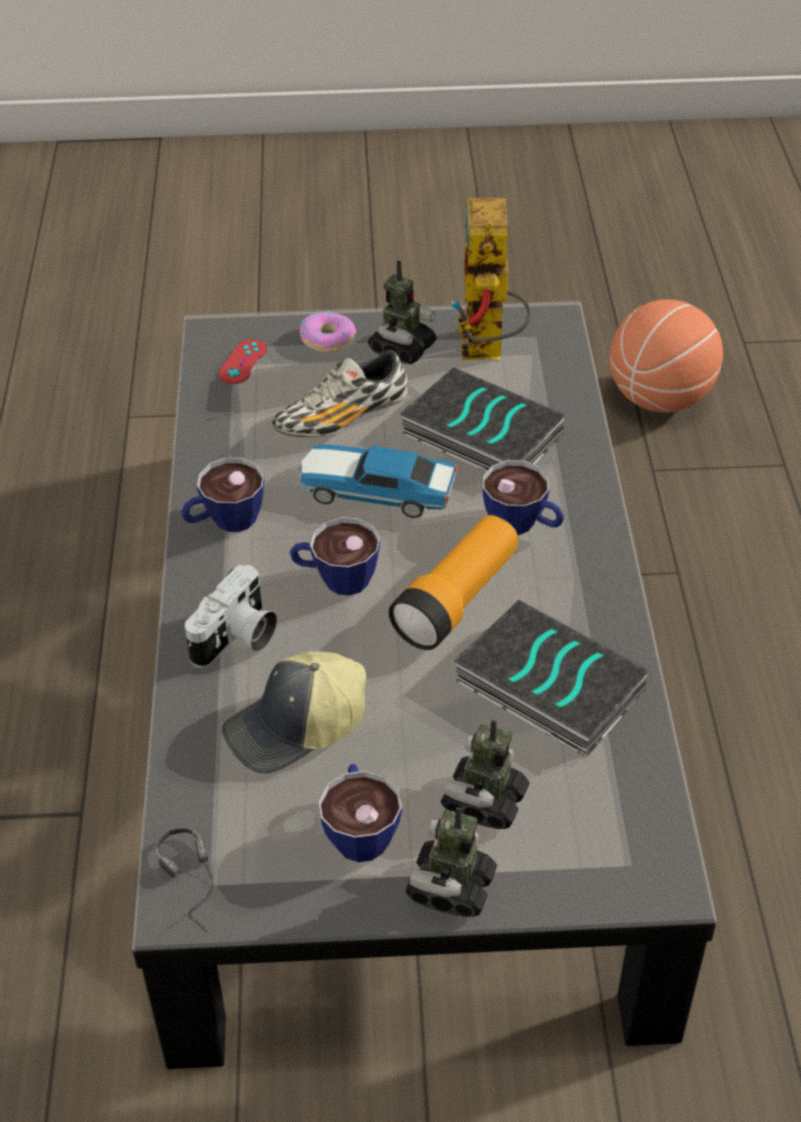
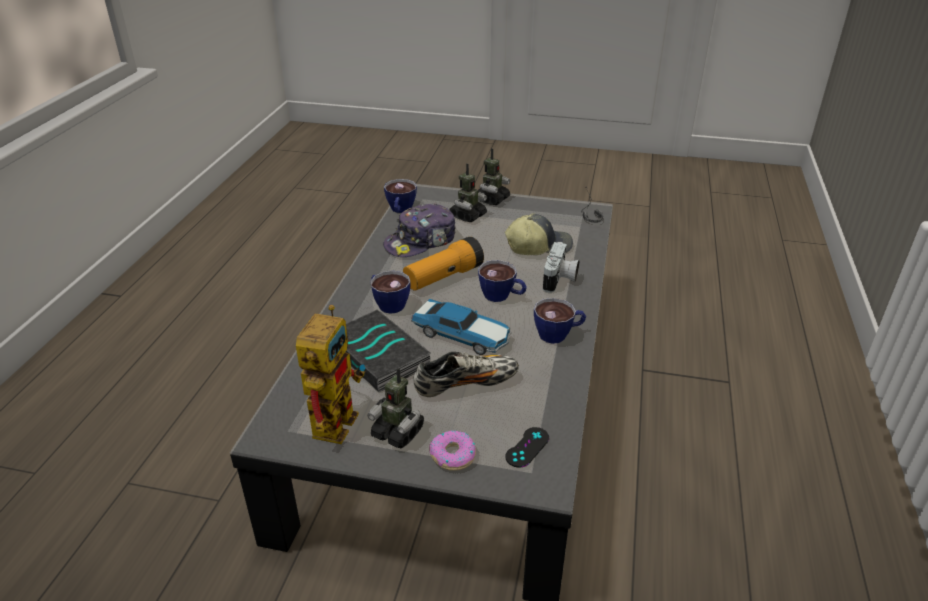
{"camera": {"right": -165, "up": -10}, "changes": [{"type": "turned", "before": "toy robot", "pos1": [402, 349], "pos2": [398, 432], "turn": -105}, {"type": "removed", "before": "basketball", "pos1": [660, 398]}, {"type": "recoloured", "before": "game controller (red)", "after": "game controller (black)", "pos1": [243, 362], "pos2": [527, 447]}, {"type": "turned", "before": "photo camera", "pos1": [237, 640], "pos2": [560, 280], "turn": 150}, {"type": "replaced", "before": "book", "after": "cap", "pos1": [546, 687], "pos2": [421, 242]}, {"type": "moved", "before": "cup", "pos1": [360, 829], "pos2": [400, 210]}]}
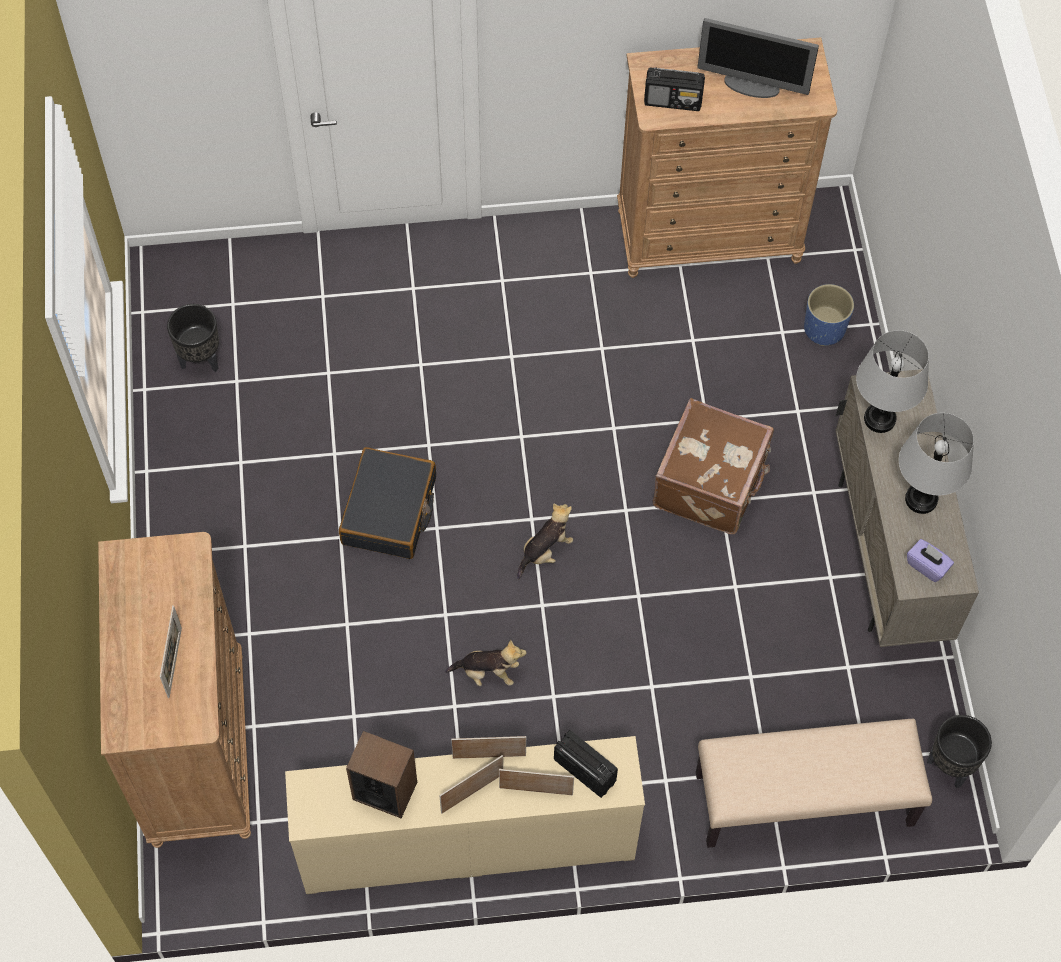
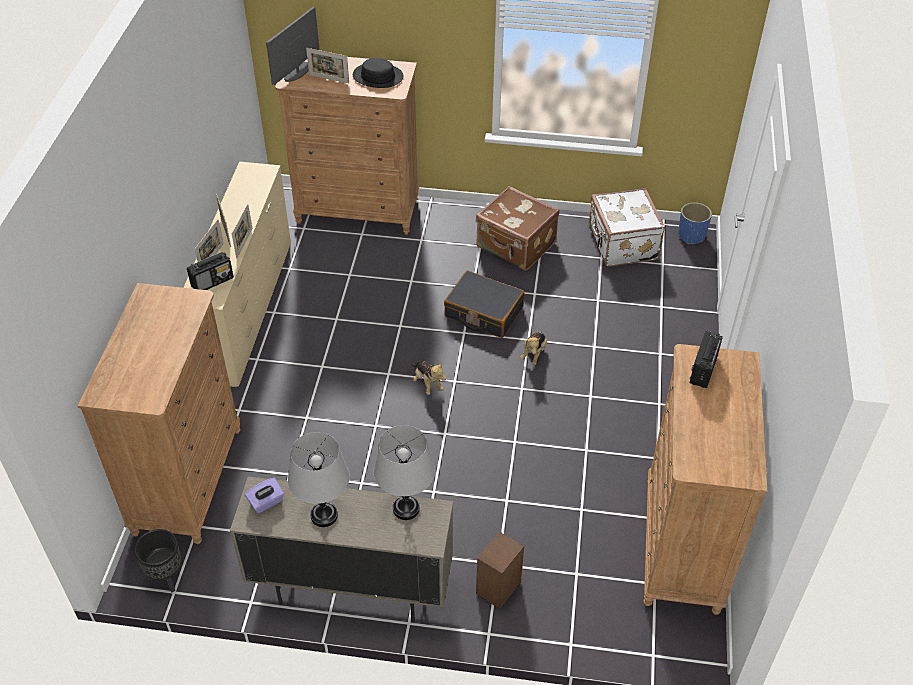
{"camera": {"right": 105, "up": -15}, "changes": [{"type": "moved", "before": "monitor", "pos1": [752, 86], "pos2": [297, 72]}, {"type": "moved", "before": "planter (blue)", "pos1": [824, 328], "pos2": [691, 236]}, {"type": "replaced", "before": "planter (black)", "after": "suitcase (white)", "pos1": [201, 359], "pos2": [621, 244]}, {"type": "moved", "before": "suitcase (brown)", "pos1": [711, 484], "pos2": [515, 246]}, {"type": "moved", "before": "plush toy", "pos1": [488, 673], "pos2": [534, 353]}, {"type": "replaced", "before": "bench (beige)", "after": "dresser (brown)", "pos1": [803, 800], "pos2": [187, 480]}, {"type": "moved", "before": "speaker", "pos1": [385, 790], "pos2": [499, 587]}, {"type": "added", "after": "hat (black)", "pos2": [378, 76]}]}
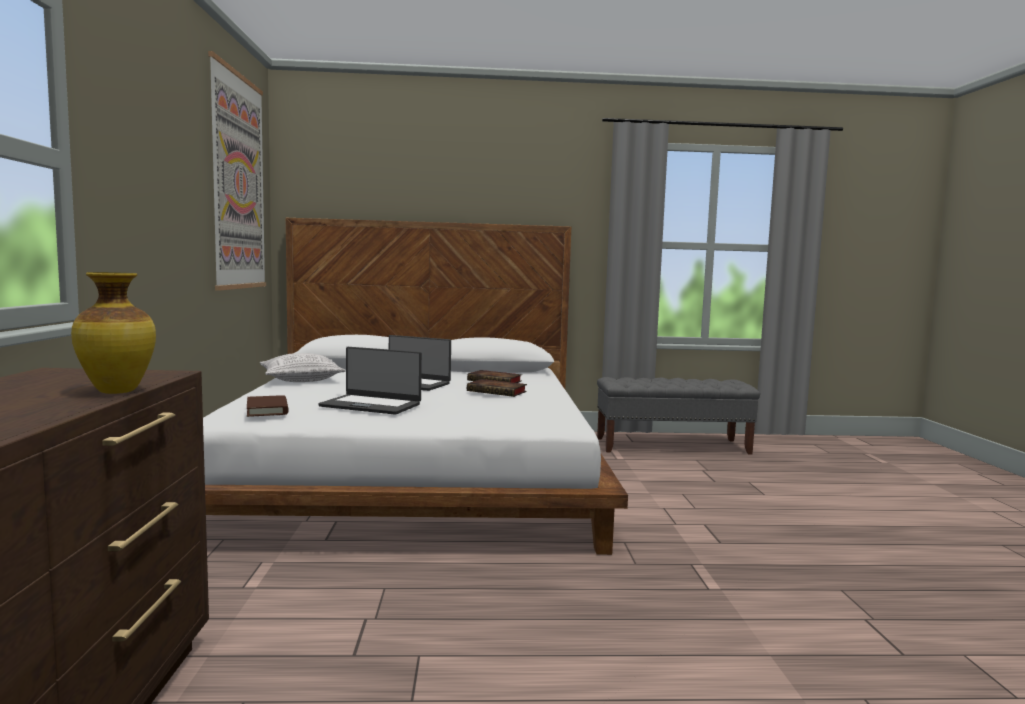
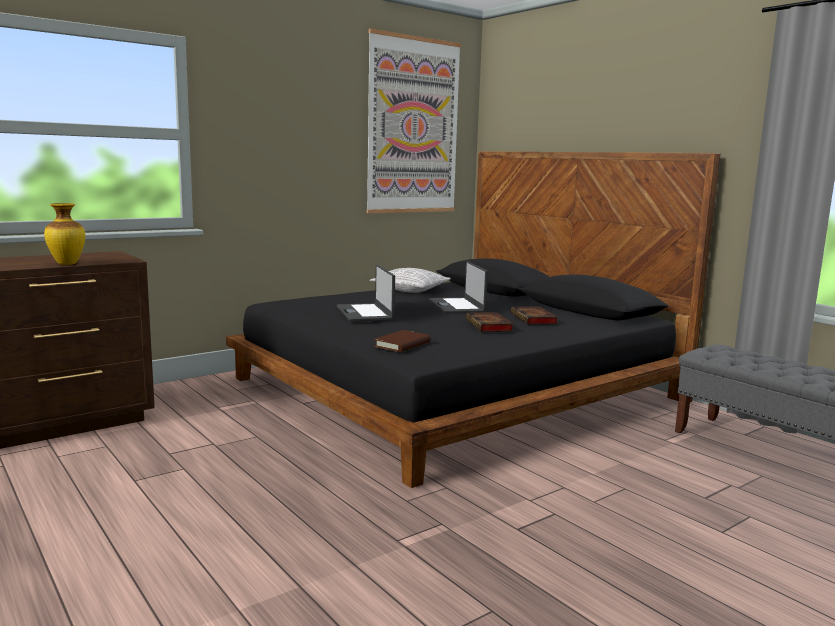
{"camera": {"right": 55, "up": 5}, "changes": [{"type": "recoloured", "before": "bed (white)", "after": "bed (black)", "pos1": [413, 475], "pos2": [454, 389]}, {"type": "moved", "before": "book (brown)", "pos1": [267, 409], "pos2": [402, 344]}]}
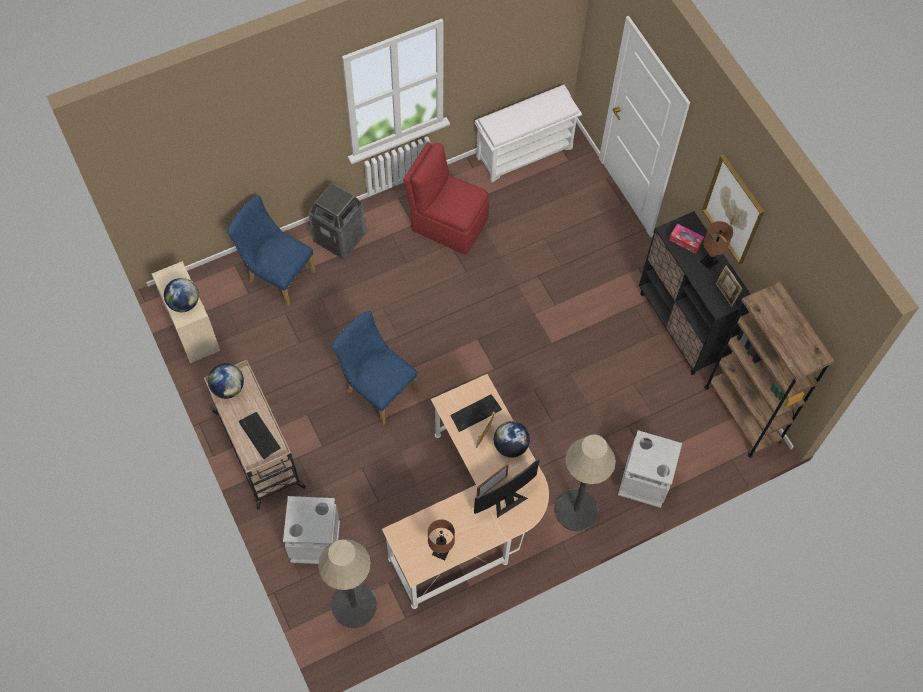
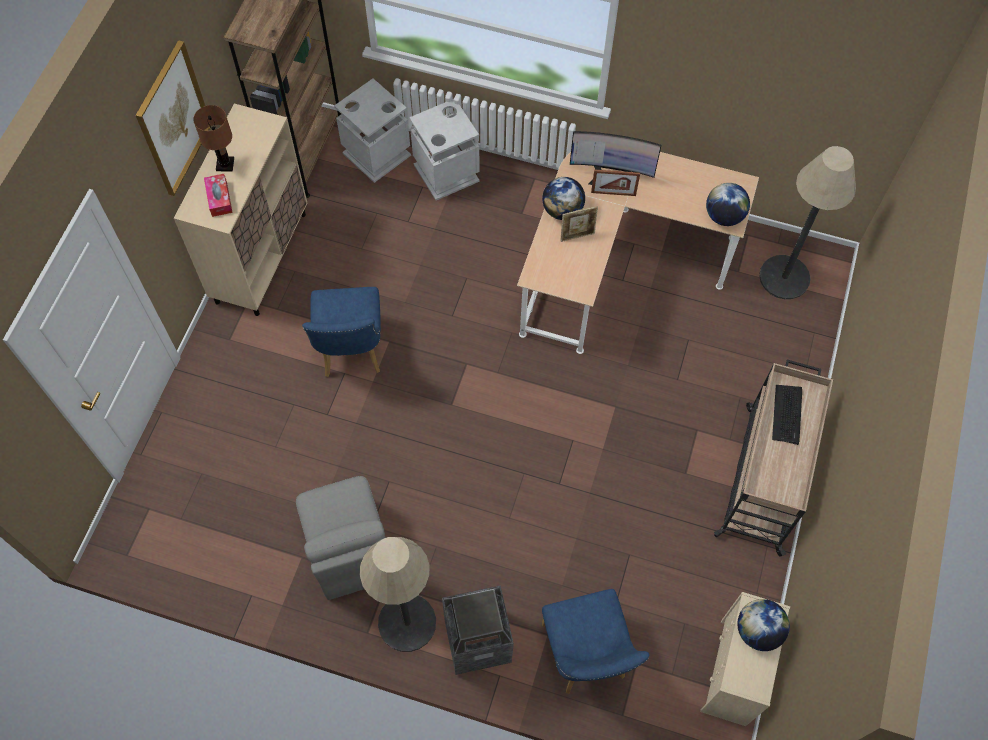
{"camera": {"right": -135, "up": 0}, "changes": [{"type": "removed", "before": "bench (white)", "pos1": [525, 152]}, {"type": "recoloured", "before": "chair (red)", "after": "chair (grey)", "pos1": [447, 223], "pos2": [349, 552]}, {"type": "recoloured", "before": "cabinet (black)", "after": "cabinet (beige)", "pos1": [682, 326], "pos2": [261, 257]}, {"type": "removed", "before": "picture frame", "pos1": [725, 294]}, {"type": "moved", "before": "chair (blue)", "pos1": [377, 388], "pos2": [351, 352]}, {"type": "moved", "before": "globe", "pos1": [228, 388], "pos2": [724, 216]}, {"type": "removed", "before": "keyboard", "pos1": [476, 413]}, {"type": "moved", "before": "floor lamp", "pos1": [576, 510], "pos2": [407, 622]}, {"type": "moved", "before": "trash can (grey)", "pos1": [316, 541], "pos2": [376, 154]}, {"type": "removed", "before": "table lamp (brown)", "pos1": [440, 551]}]}
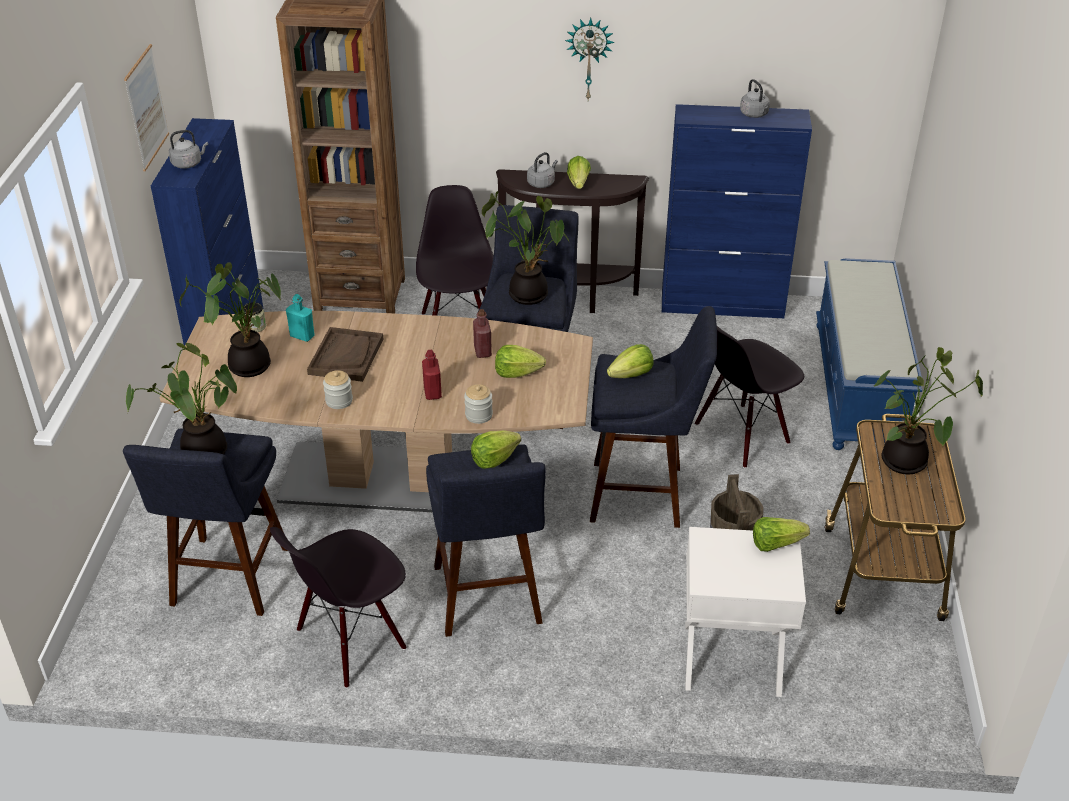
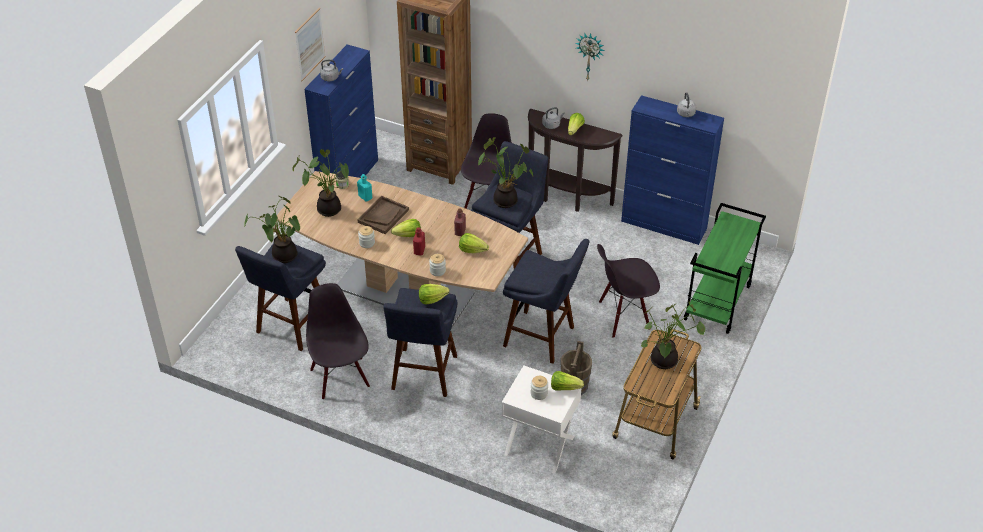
{"camera": {"right": 20, "up": 5}, "changes": [{"type": "replaced", "before": "bench (blue)", "after": "cart (green)", "pos1": [859, 386], "pos2": [718, 303]}, {"type": "moved", "before": "lettuce", "pos1": [631, 375], "pos2": [408, 235]}, {"type": "turned", "before": "chair (black)", "pos1": [351, 641], "pos2": [341, 378], "turn": 90}, {"type": "added", "after": "jar", "pos2": [539, 393]}]}
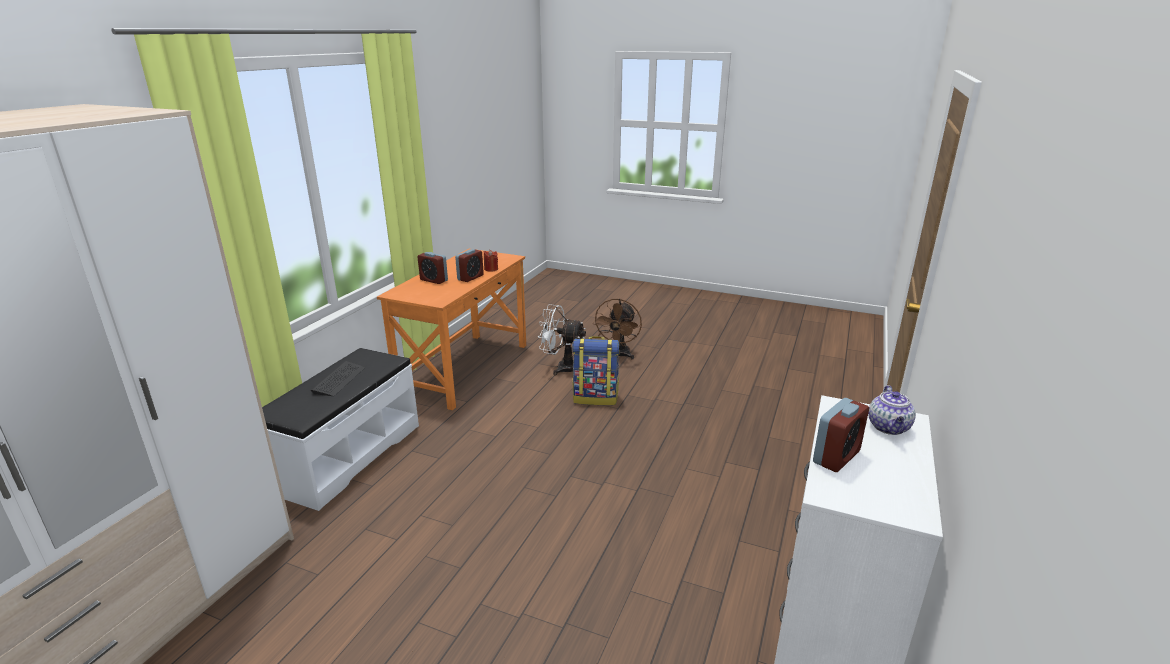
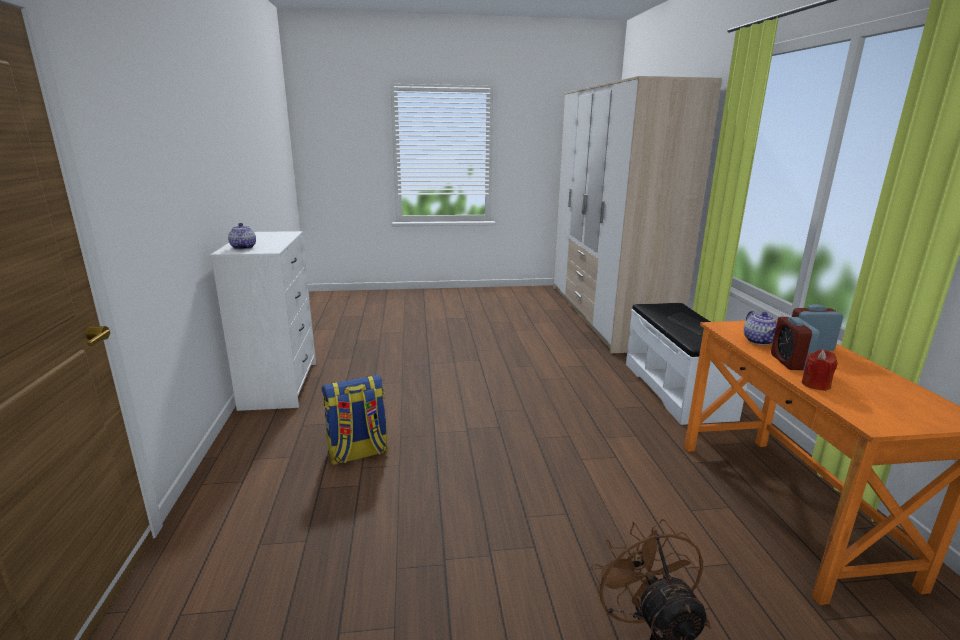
{"camera": {"right": 150, "up": -5}, "changes": [{"type": "removed", "before": "fan (white)", "pos1": [562, 367]}, {"type": "moved", "before": "backpack", "pos1": [596, 397], "pos2": [358, 453]}, {"type": "removed", "before": "alarm clock", "pos1": [836, 457]}, {"type": "added", "after": "teapot", "pos2": [759, 341]}]}
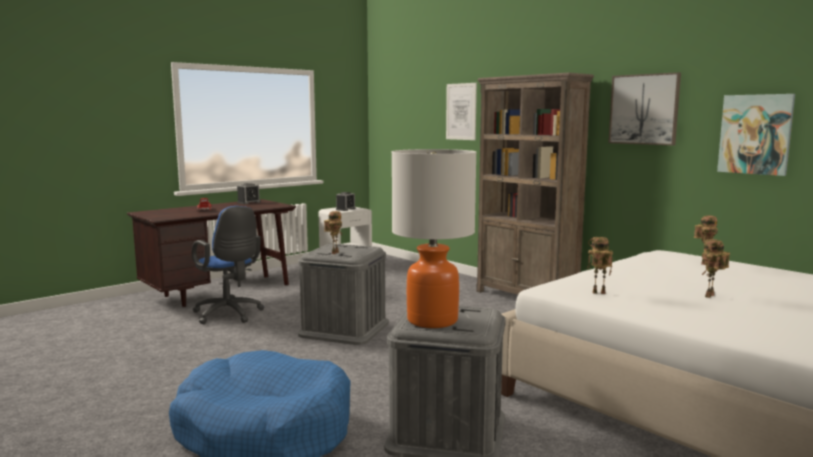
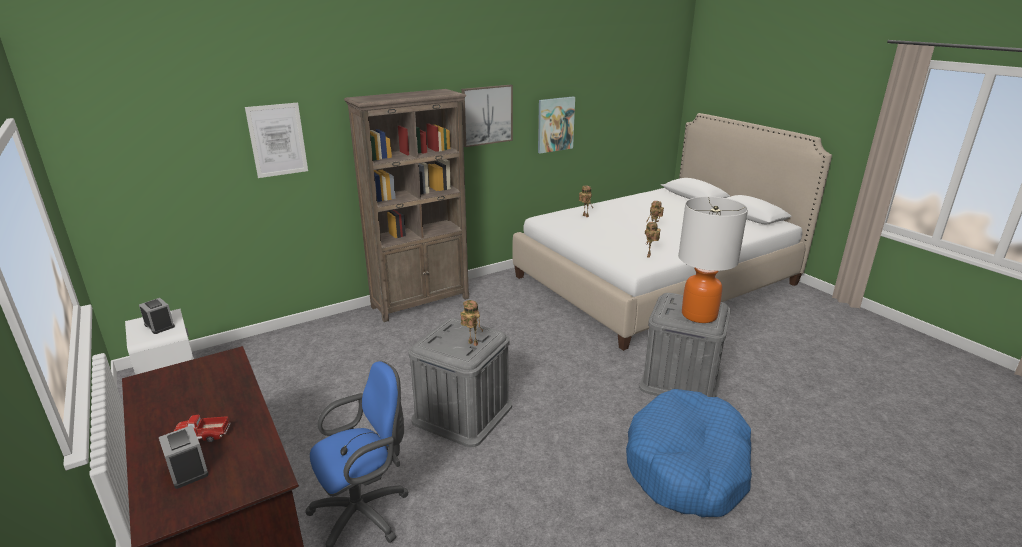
{"camera": {"right": -80, "up": 15}, "changes": [{"type": "moved", "before": "alarm clock", "pos1": [248, 202], "pos2": [187, 470]}]}
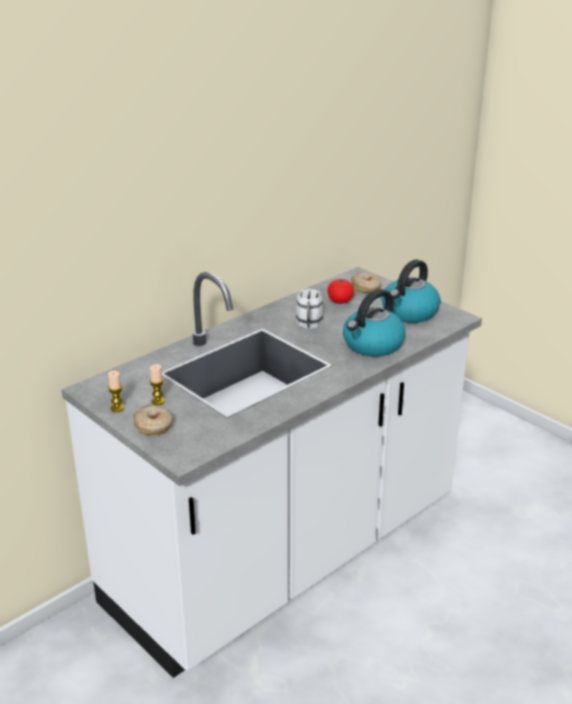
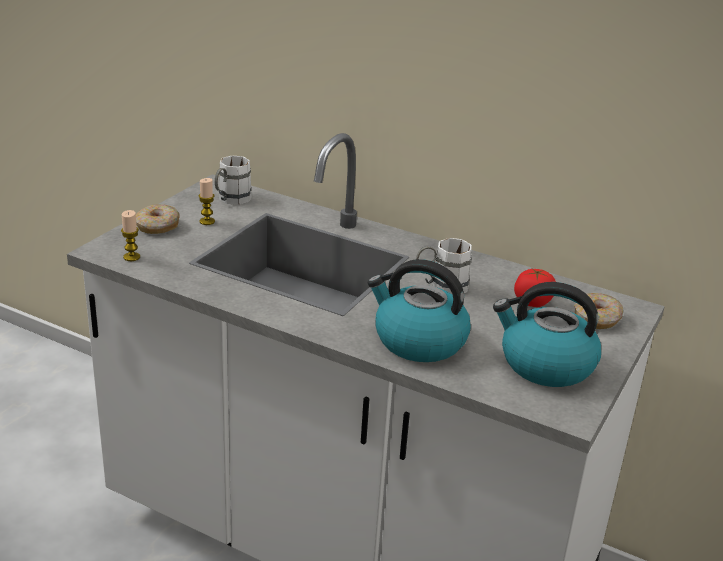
{"camera": {"right": 70, "up": 0}, "changes": [{"type": "moved", "before": "candle", "pos1": [117, 408], "pos2": [131, 257]}, {"type": "added", "after": "mug (white)", "pos2": [230, 200]}]}
